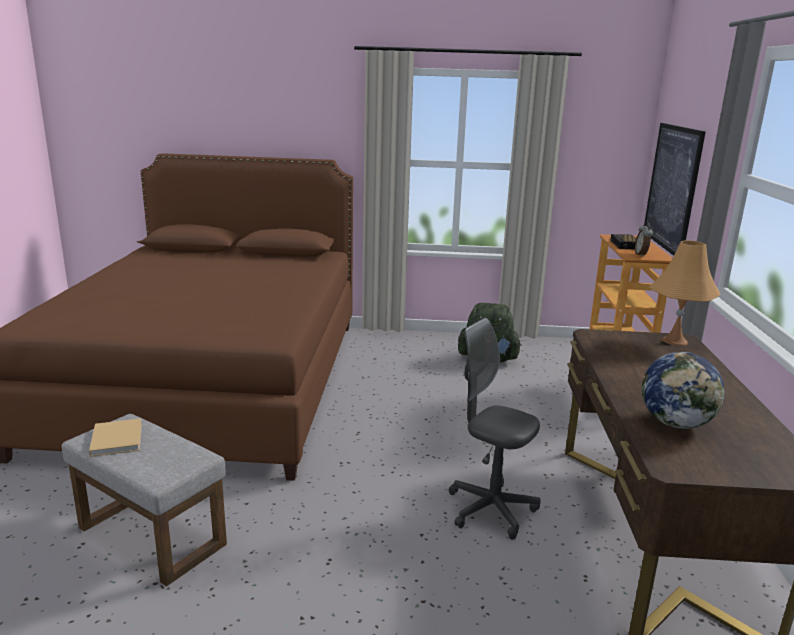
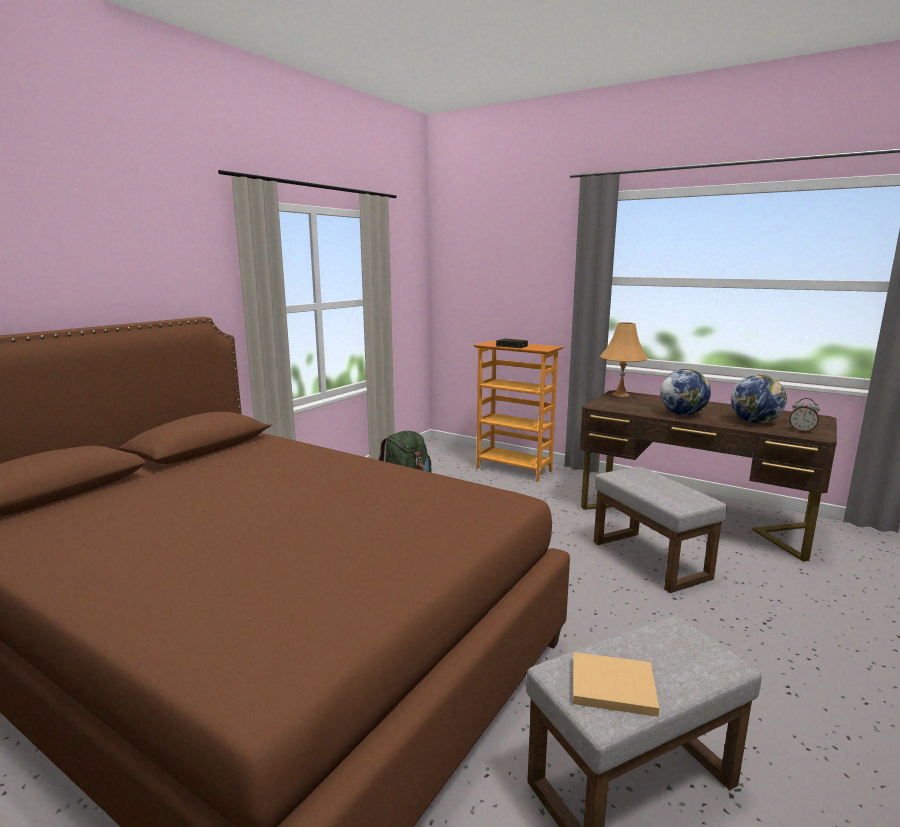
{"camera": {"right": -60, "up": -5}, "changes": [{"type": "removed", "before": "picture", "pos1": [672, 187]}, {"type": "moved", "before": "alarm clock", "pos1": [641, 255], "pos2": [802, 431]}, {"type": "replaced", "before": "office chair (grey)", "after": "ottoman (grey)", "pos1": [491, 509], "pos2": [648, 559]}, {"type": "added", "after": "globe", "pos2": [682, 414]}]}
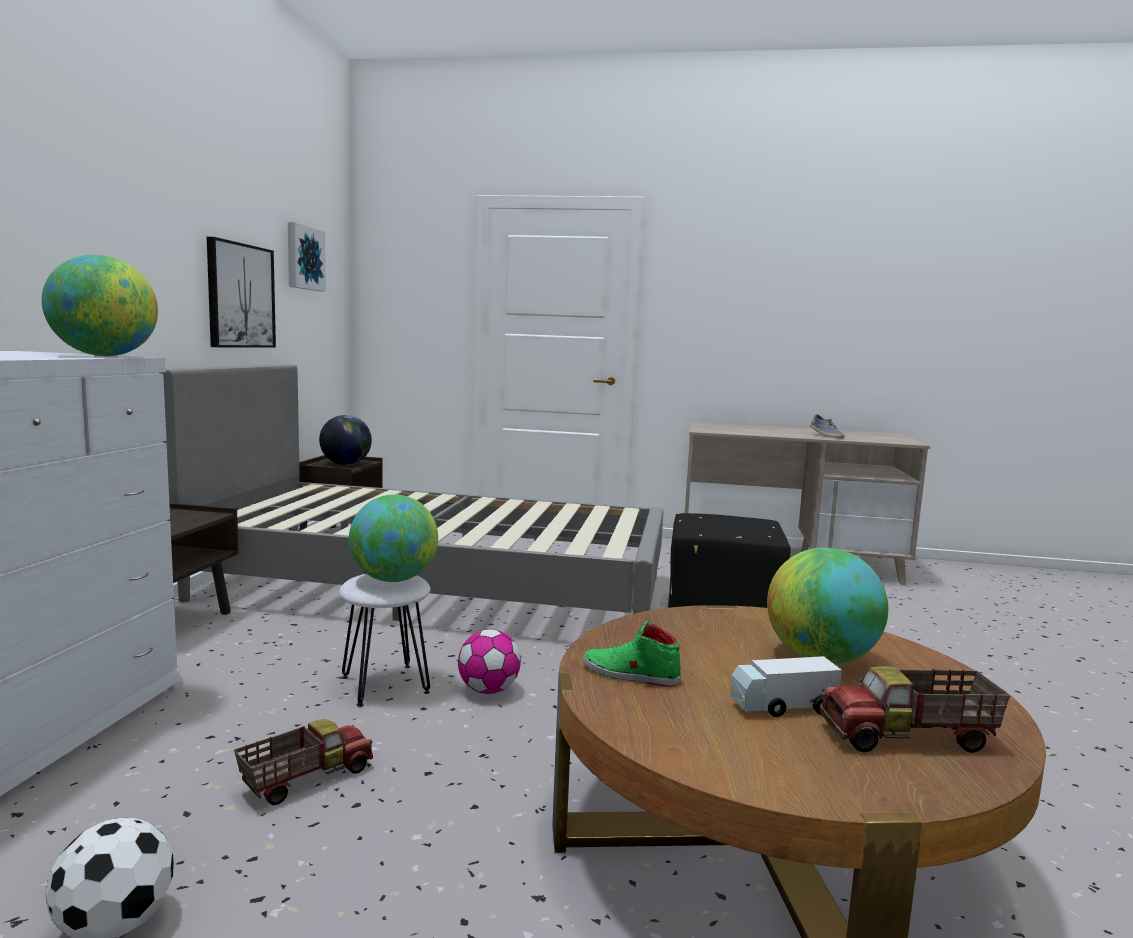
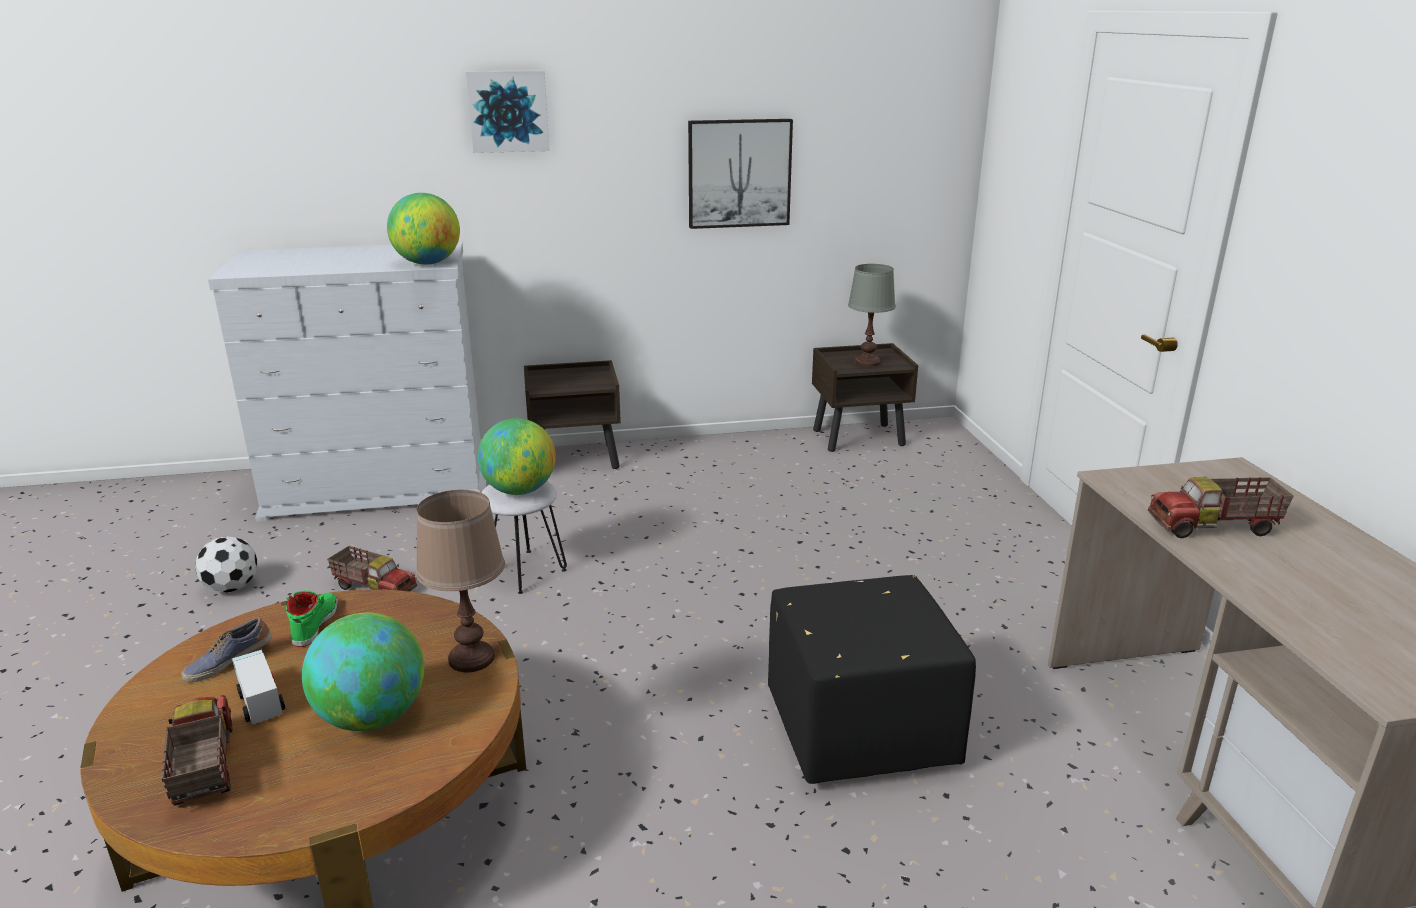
{"camera": {"right": 70, "up": 15}, "changes": [{"type": "moved", "before": "picture", "pos1": [304, 258], "pos2": [508, 111]}, {"type": "removed", "before": "bed (grey)", "pos1": [435, 588]}, {"type": "moved", "before": "shoe", "pos1": [825, 436], "pos2": [229, 662]}, {"type": "replaced", "before": "globe", "after": "table lamp (grey)", "pos1": [346, 464], "pos2": [868, 362]}, {"type": "removed", "before": "football", "pos1": [488, 690]}, {"type": "added", "after": "toy truck", "pos2": [1214, 527]}, {"type": "added", "after": "table lamp (brown)", "pos2": [471, 659]}]}
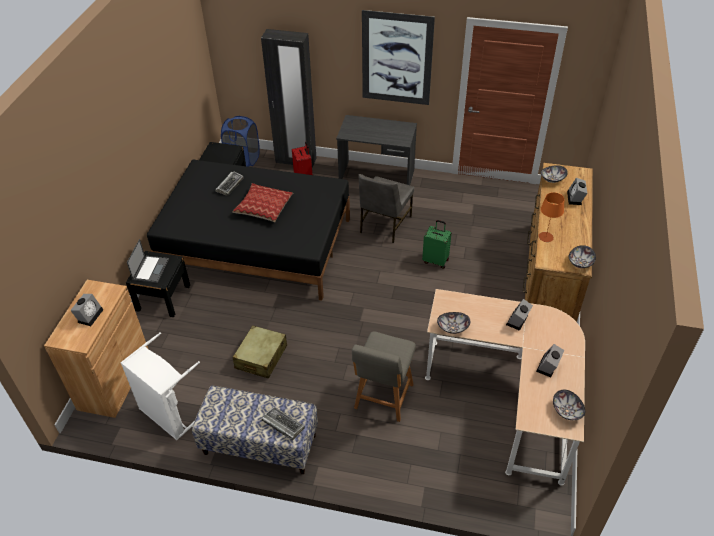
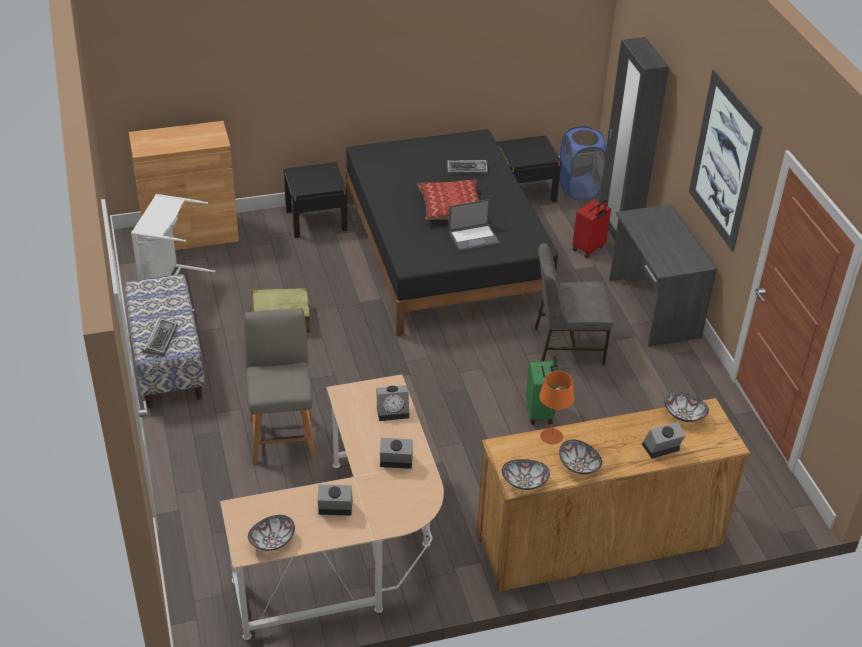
{"camera": {"right": 60, "up": -5}, "changes": [{"type": "moved", "before": "laptop", "pos1": [150, 269], "pos2": [474, 237]}, {"type": "moved", "before": "alarm clock", "pos1": [90, 315], "pos2": [393, 411]}, {"type": "moved", "before": "bowl", "pos1": [452, 328], "pos2": [578, 466]}, {"type": "turned", "before": "chair (grey)", "pos1": [383, 398], "pos2": [282, 436], "turn": 90}]}
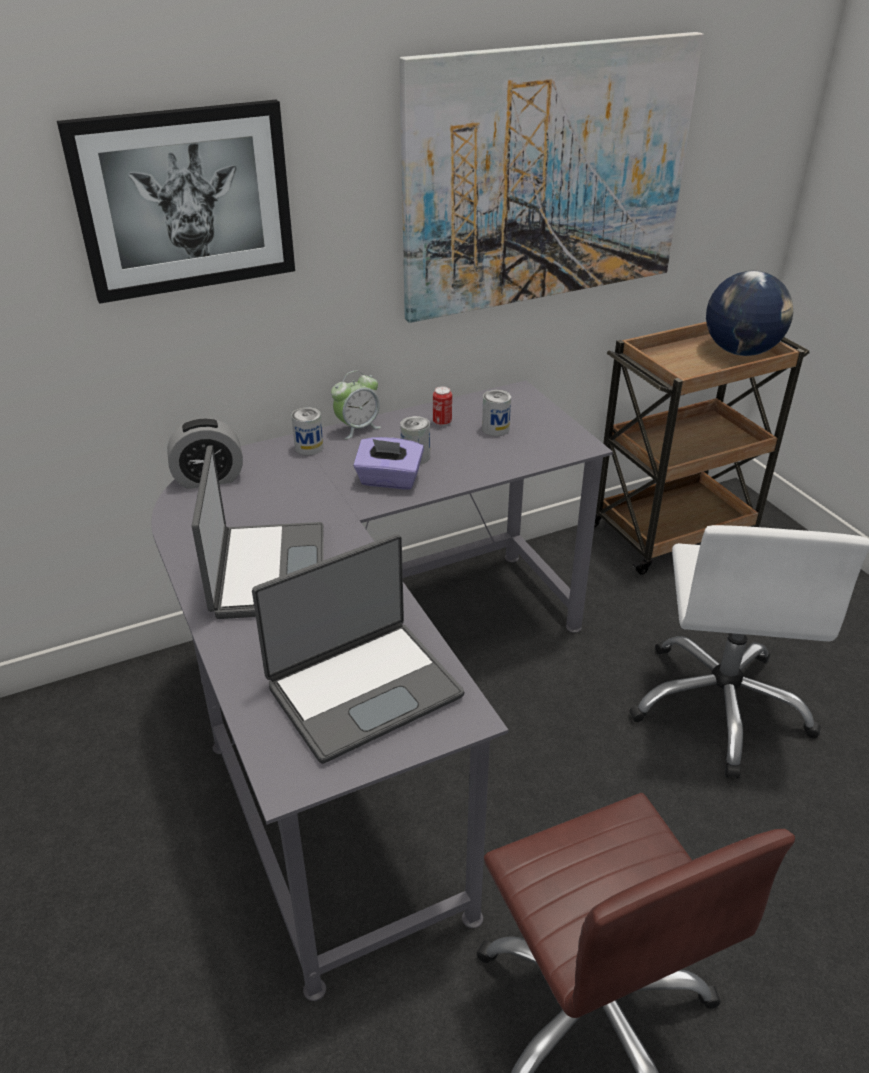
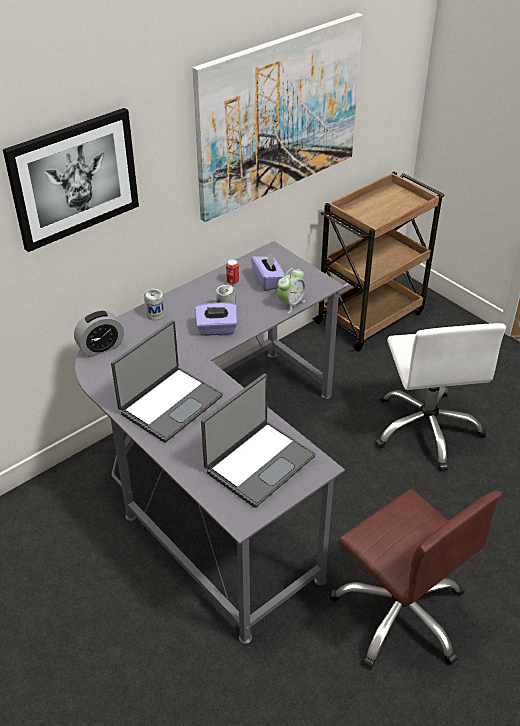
{"camera": {"right": -15, "up": 5}, "changes": [{"type": "removed", "before": "globe", "pos1": [740, 351]}, {"type": "moved", "before": "alarm clock", "pos1": [357, 428], "pos2": [291, 304]}, {"type": "replaced", "before": "can", "after": "tissue box (purple)", "pos1": [495, 429], "pos2": [268, 281]}, {"type": "turned", "before": "laptop", "pos1": [266, 571], "pos2": [170, 404], "turn": 60}]}
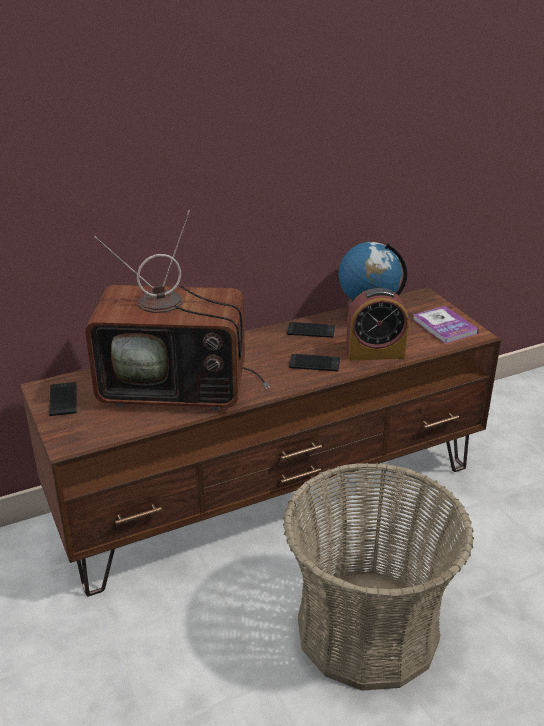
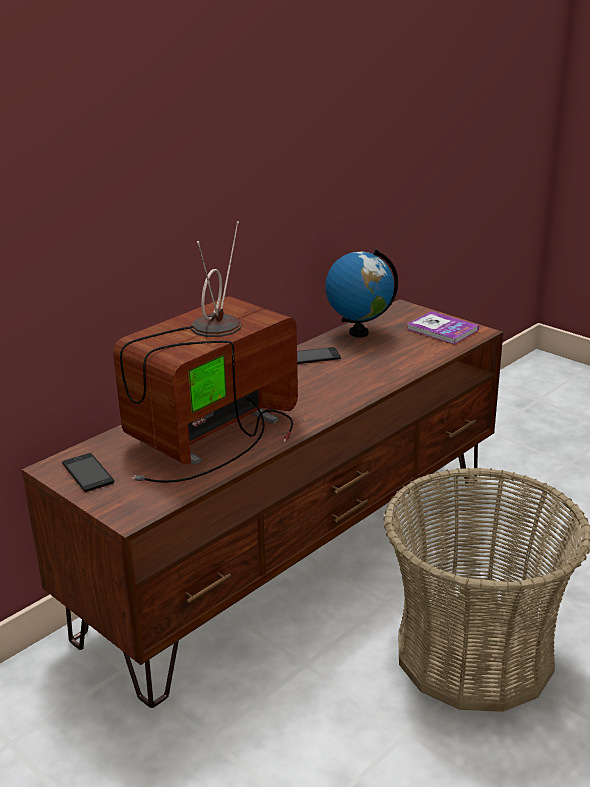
{"camera": {"right": -20, "up": -5}, "changes": [{"type": "turned", "before": "television", "pos1": [179, 387], "pos2": [213, 435], "turn": 150}, {"type": "removed", "before": "alarm clock", "pos1": [375, 353]}, {"type": "removed", "before": "phone", "pos1": [314, 363]}]}
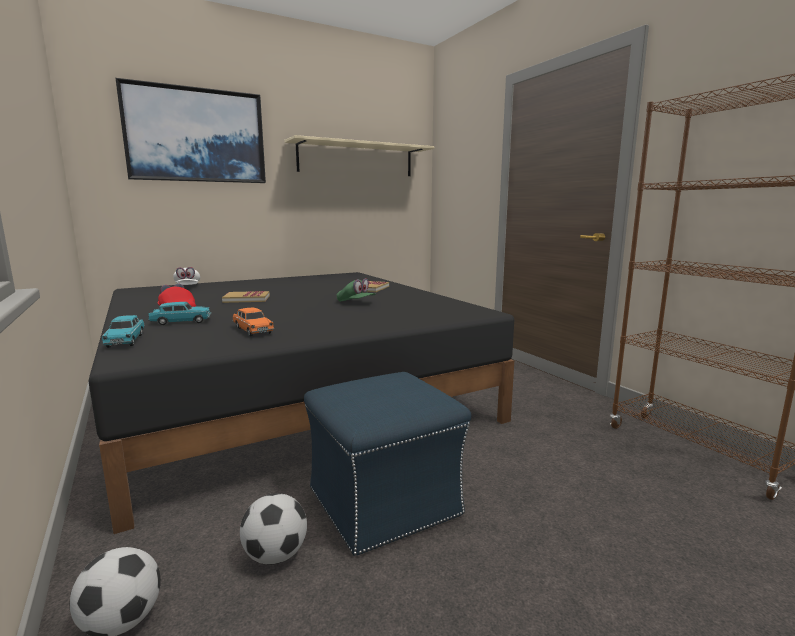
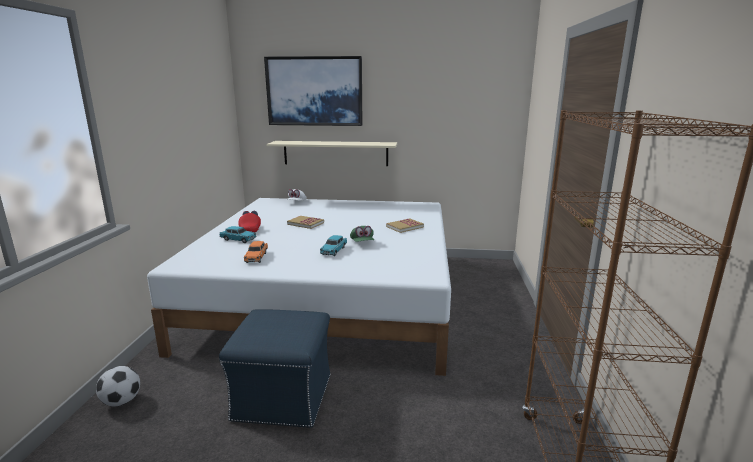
{"camera": {"right": 35, "up": 5}, "changes": [{"type": "moved", "before": "shelf (beige)", "pos1": [356, 159], "pos2": [335, 153]}, {"type": "recoloured", "before": "bed (black)", "after": "bed (white)", "pos1": [291, 392], "pos2": [330, 296]}, {"type": "moved", "before": "toy car (turquoise)", "pos1": [126, 341], "pos2": [334, 251]}, {"type": "removed", "before": "football", "pos1": [275, 555]}]}
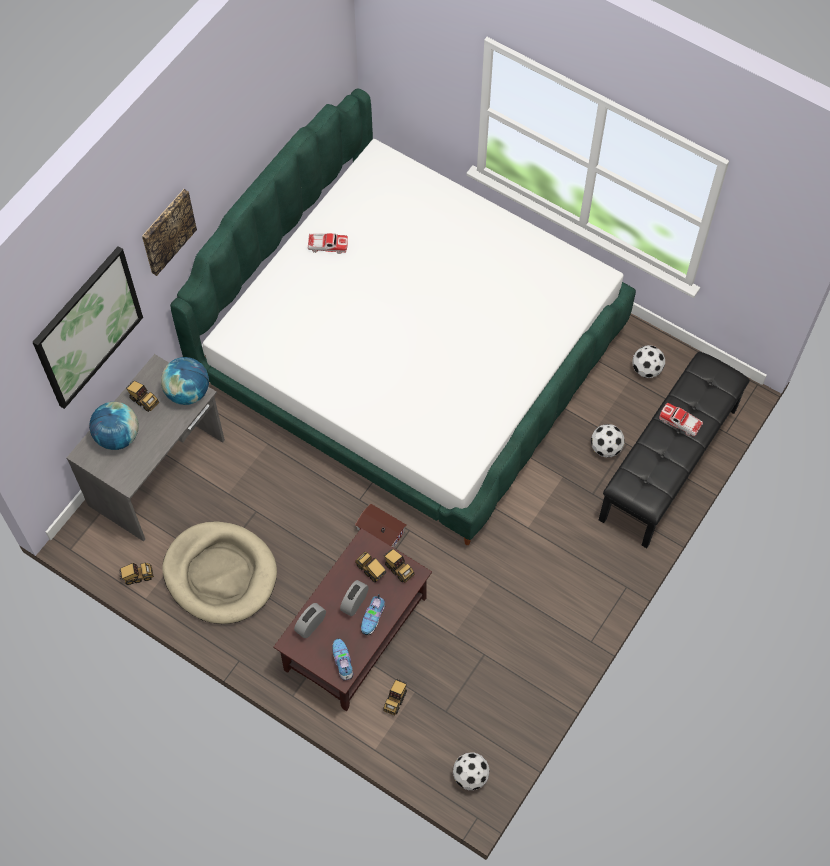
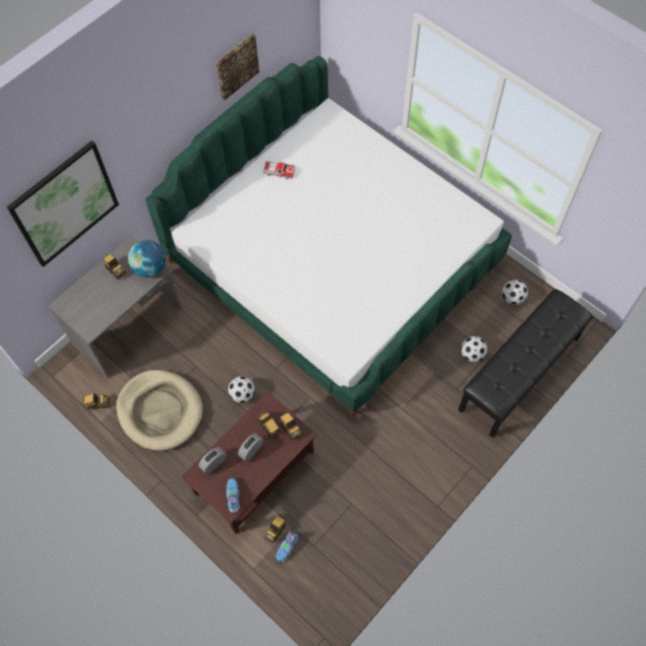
{"camera": {"right": 10, "up": 0}, "changes": [{"type": "moved", "before": "picture", "pos1": [167, 231], "pos2": [236, 66]}, {"type": "removed", "before": "globe", "pos1": [118, 436]}, {"type": "removed", "before": "toy car", "pos1": [680, 422]}, {"type": "removed", "before": "toy house", "pos1": [380, 529]}, {"type": "moved", "before": "shoe", "pos1": [373, 617], "pos2": [287, 547]}, {"type": "moved", "before": "football", "pos1": [470, 775], "pos2": [242, 394]}]}
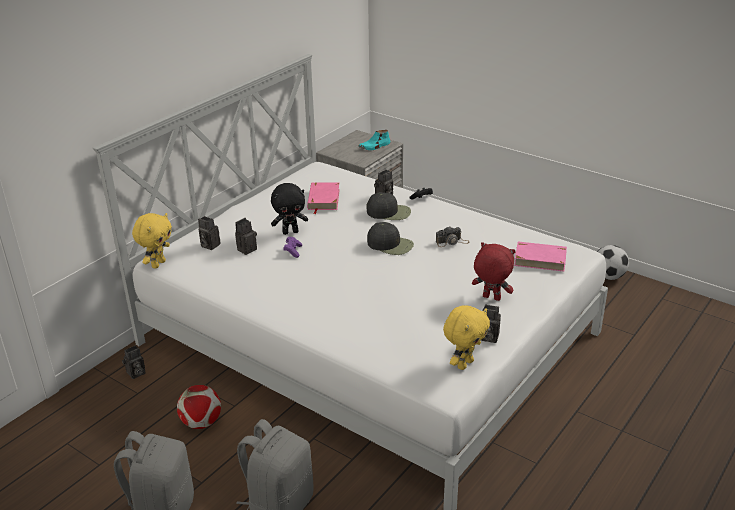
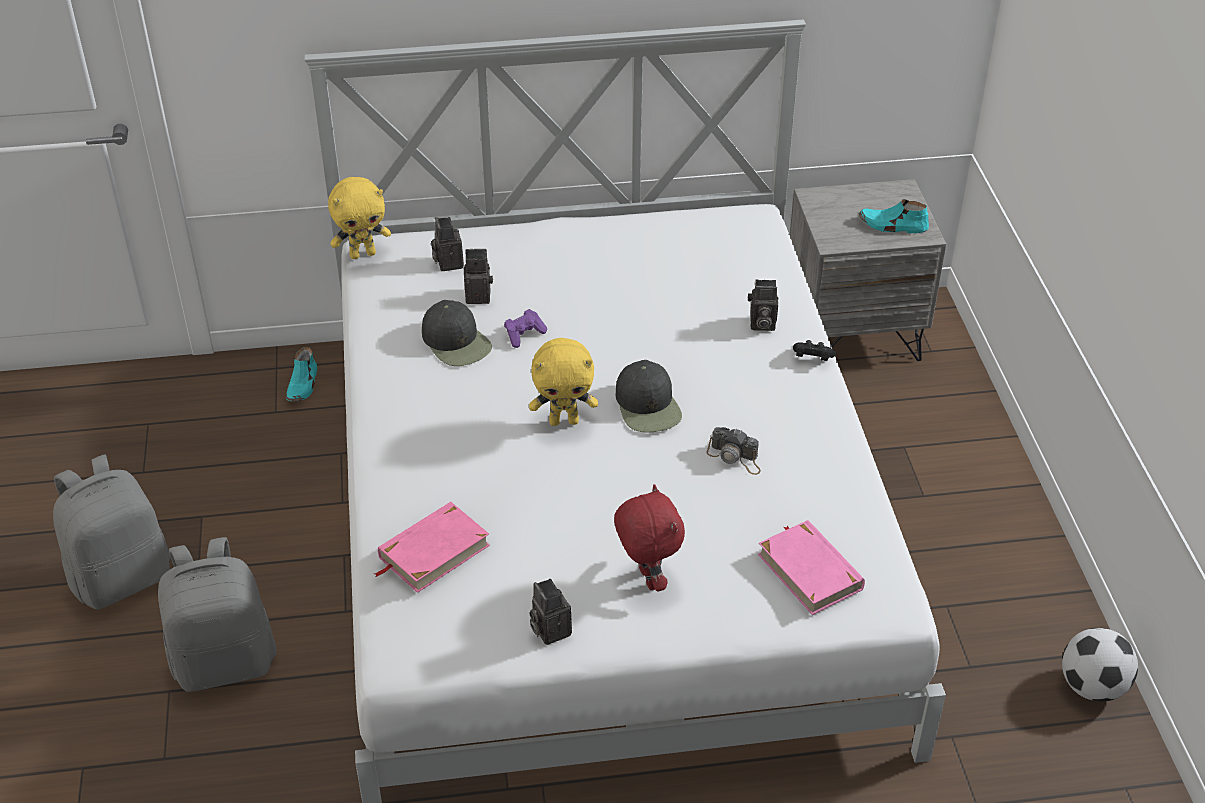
{"camera": {"right": 45, "up": 10}, "changes": [{"type": "moved", "before": "book (pink)", "pos1": [323, 199], "pos2": [433, 551]}, {"type": "removed", "before": "plush toy (black)", "pos1": [290, 232]}, {"type": "moved", "before": "cap (black)", "pos1": [389, 212], "pos2": [456, 342]}, {"type": "moved", "before": "plush toy (yellow)", "pos1": [464, 364], "pos2": [564, 421]}, {"type": "replaced", "before": "photo camera", "after": "shoe (turquoise)", "pos1": [135, 374], "pos2": [303, 385]}, {"type": "removed", "before": "football", "pos1": [201, 422]}]}
